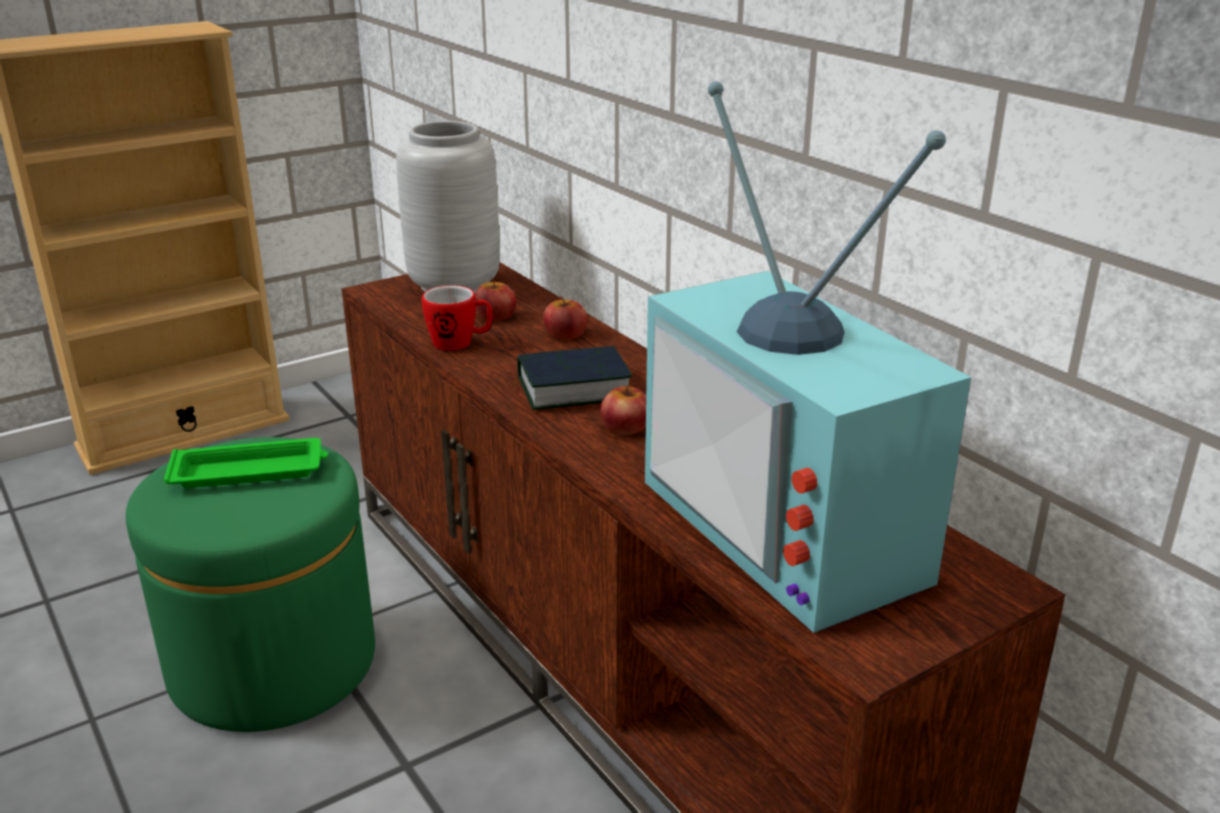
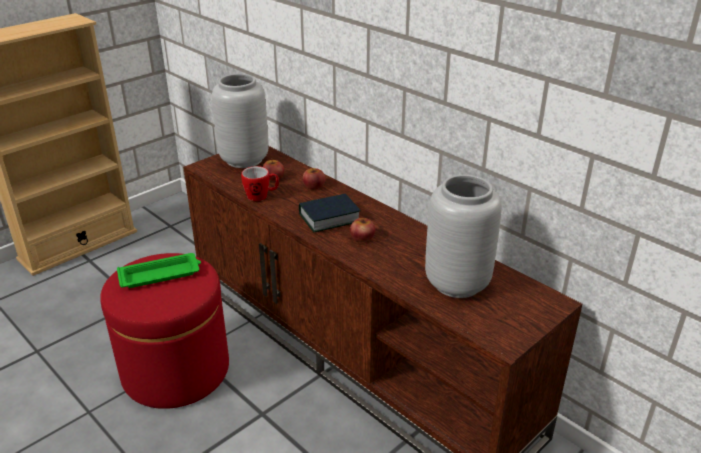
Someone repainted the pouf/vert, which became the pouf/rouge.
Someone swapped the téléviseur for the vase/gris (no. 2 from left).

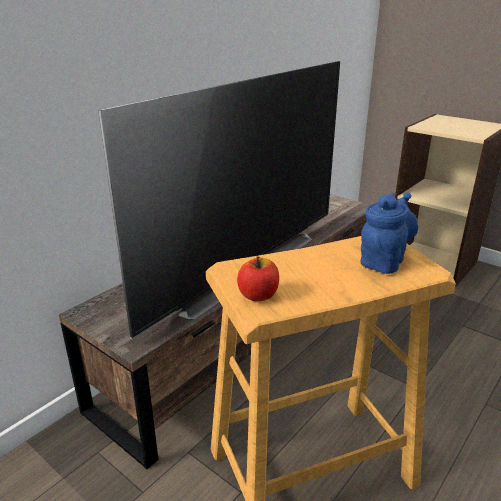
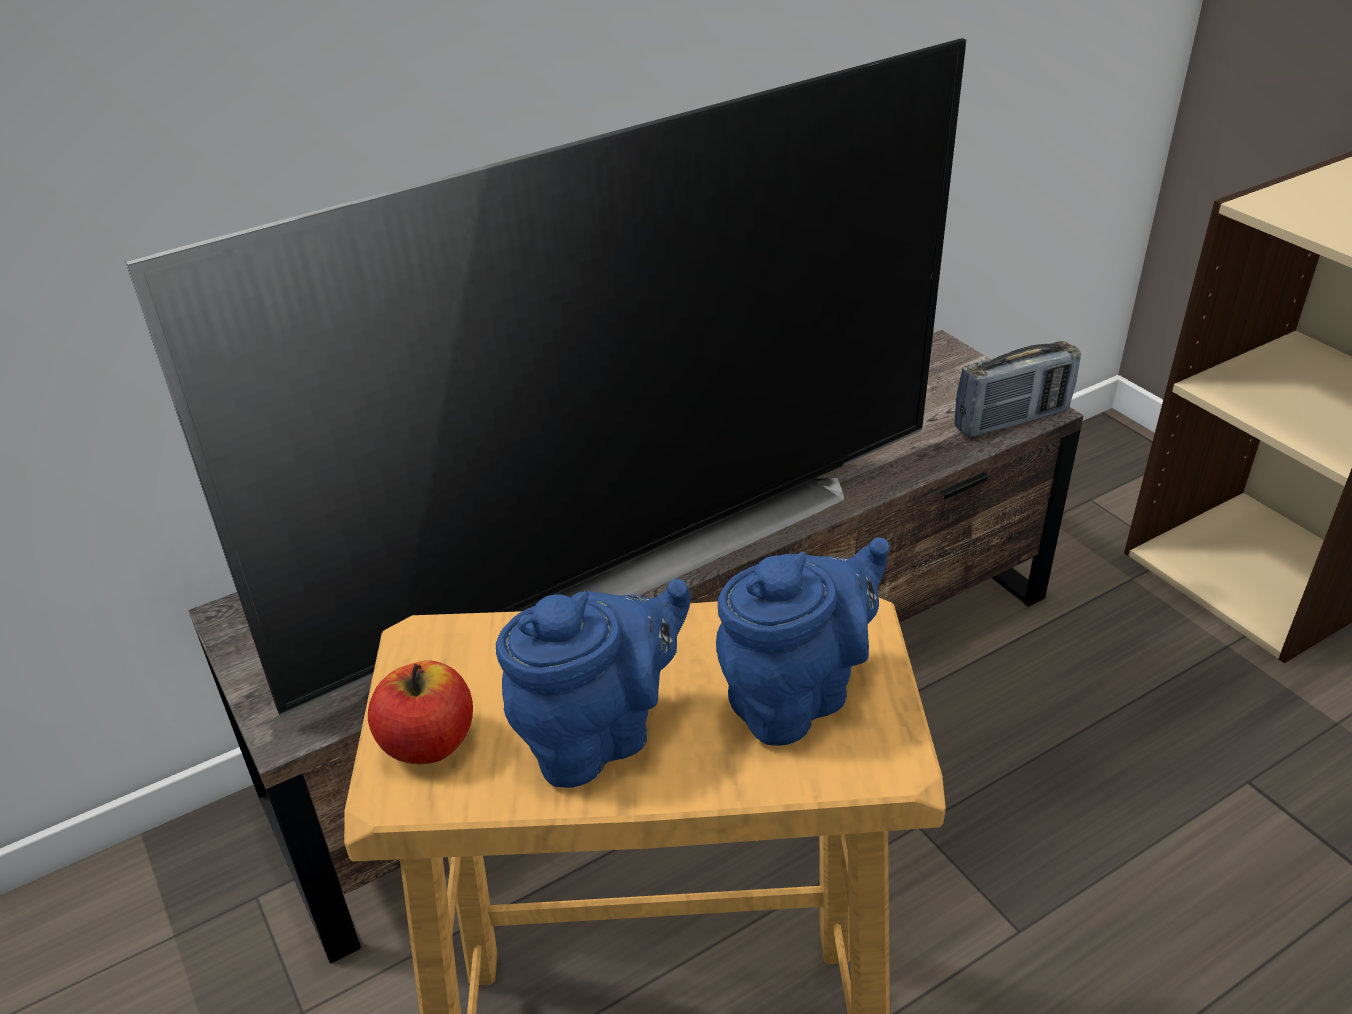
Someone put down the théière/bleu (no. 1 from left).
Someone put down the radio.

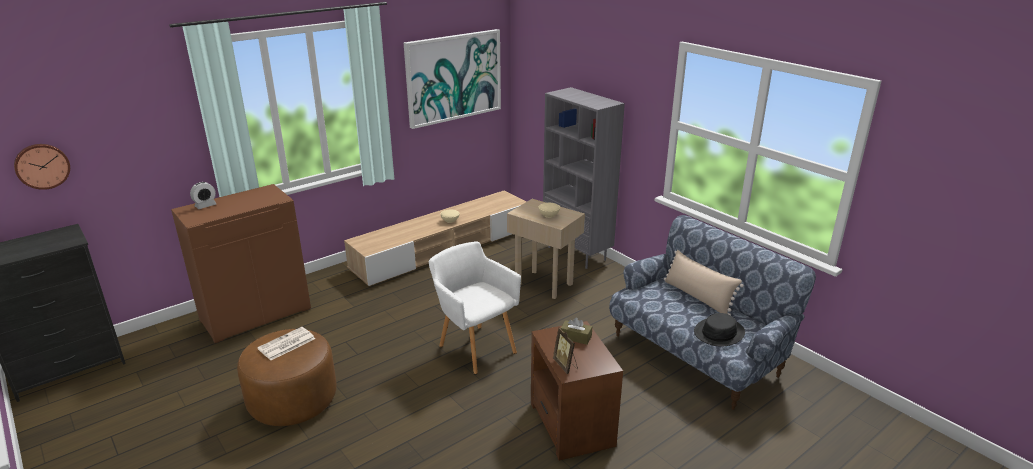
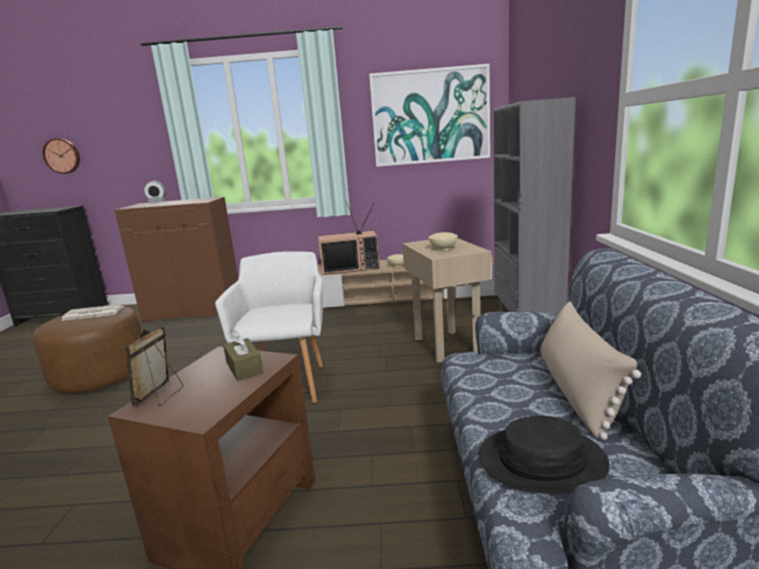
Someone put down the téléviseur.

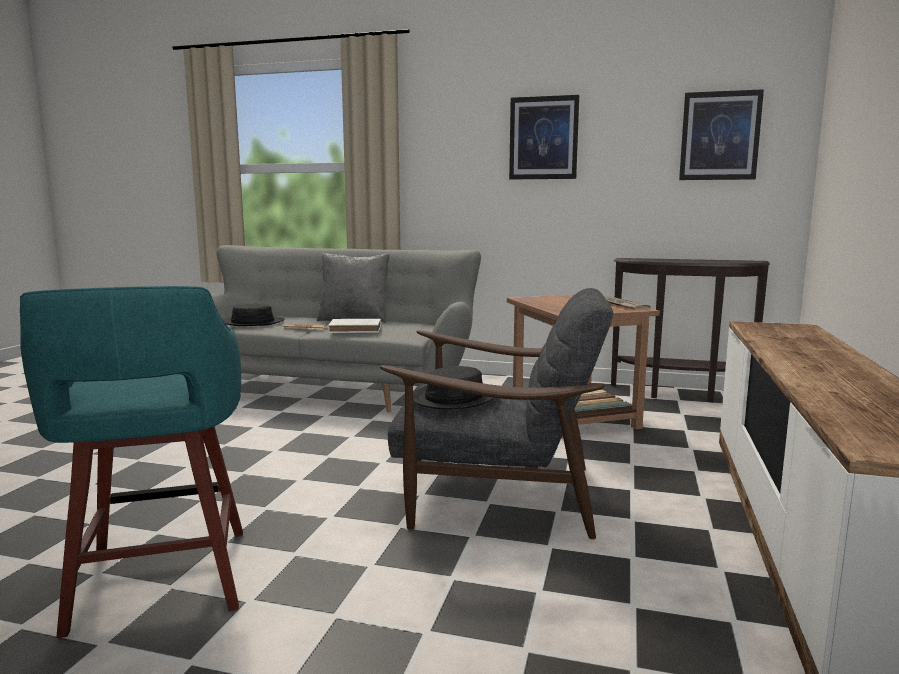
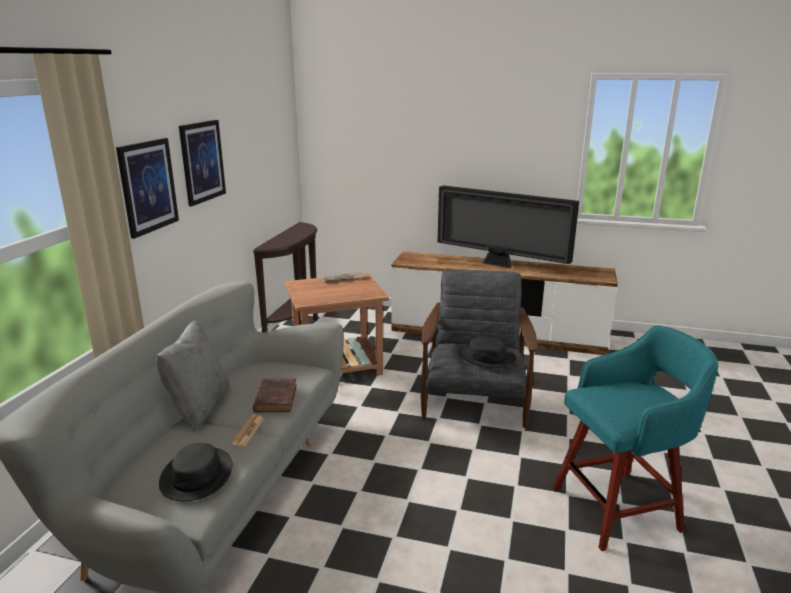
Someone repainted the livre/blanc, which became the livre/marron.
Someone carried the tableau (no. 2 from left in the first image).
Someone put down the téléviseur.

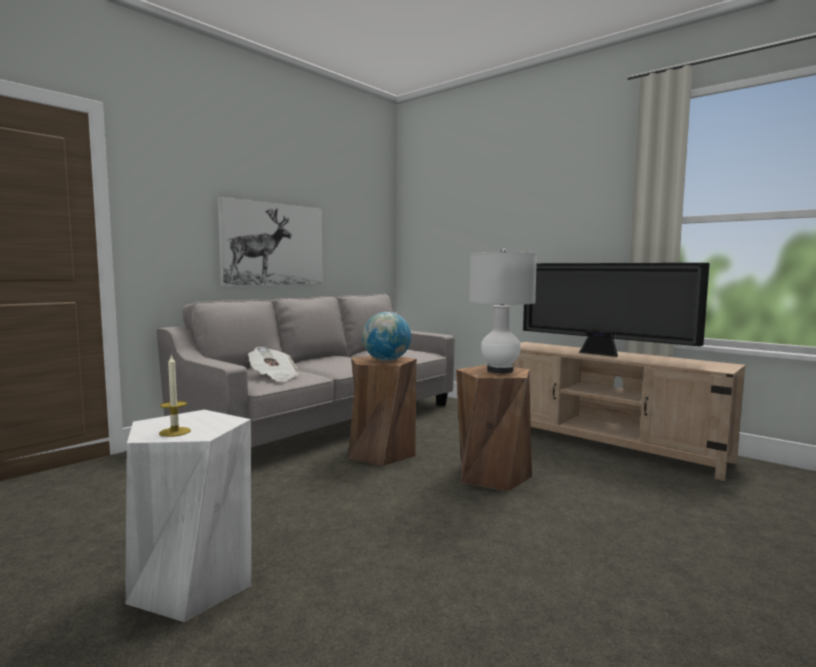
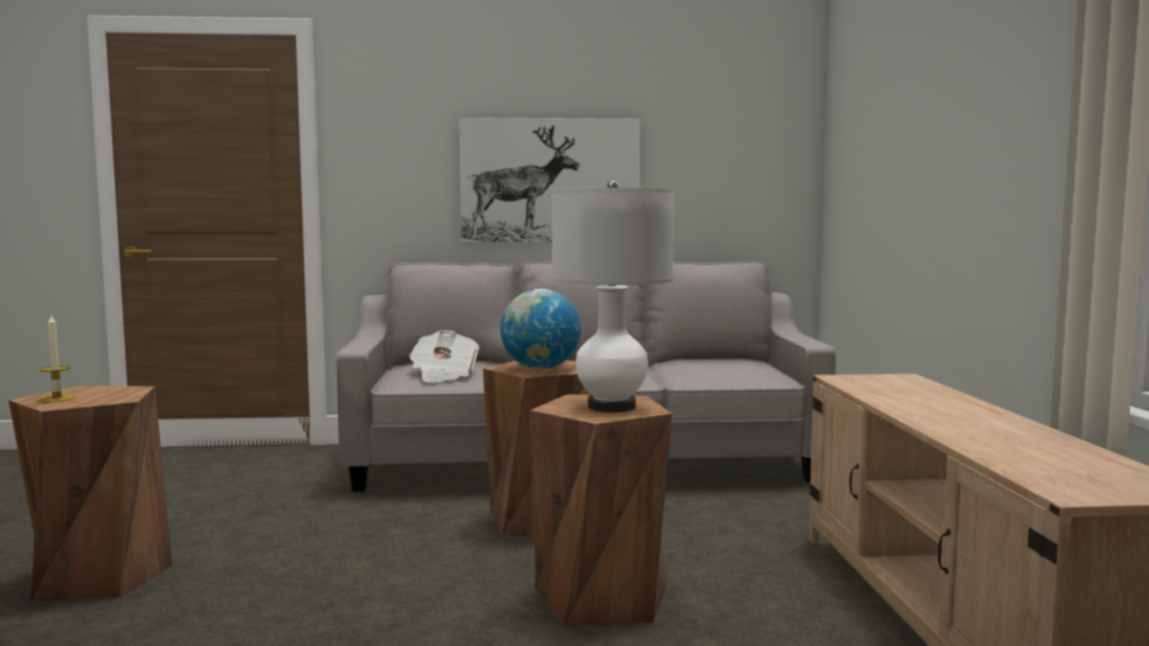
Someone repainted the tabouret/blanc, which became the tabouret/marron (no. 1 from left).
Someone took away the téléviseur.

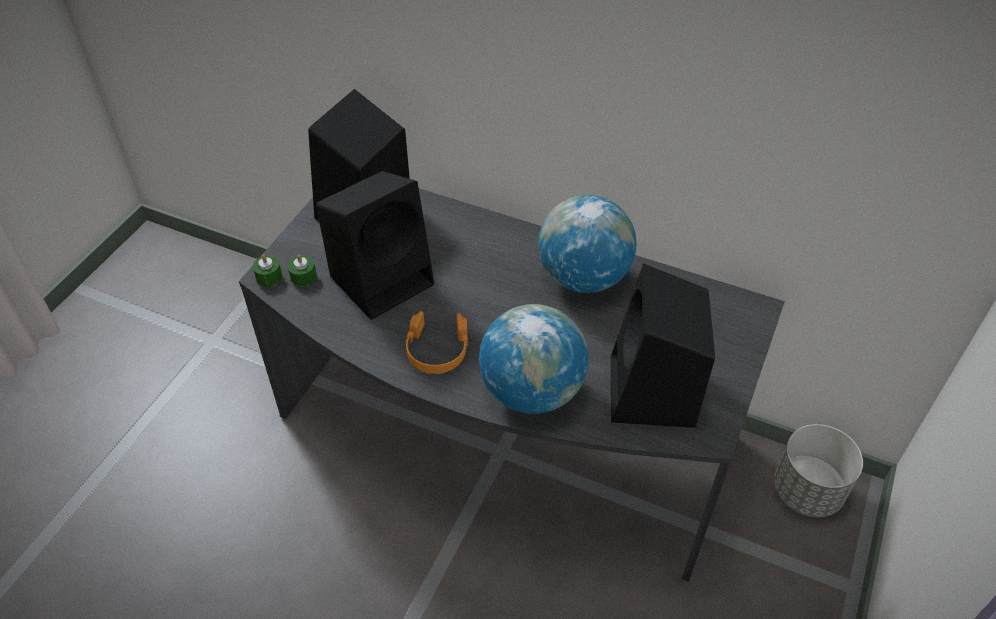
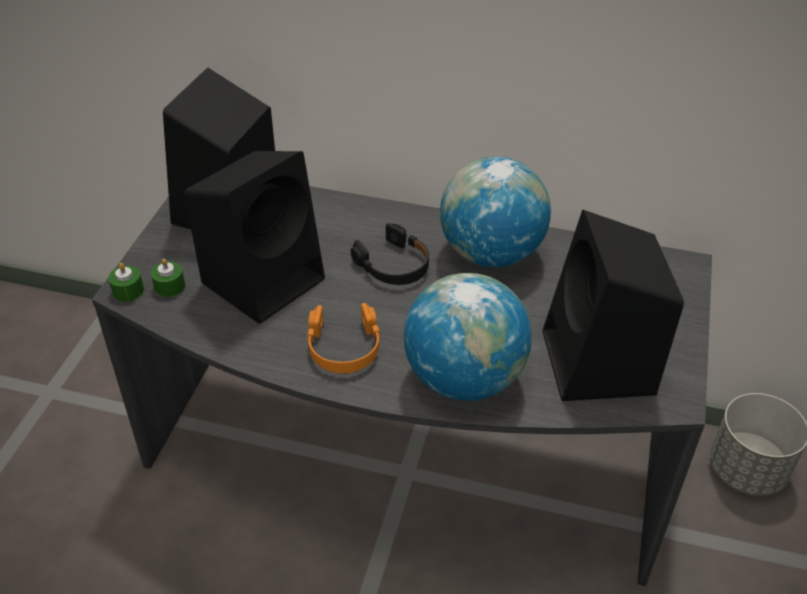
Someone put down the casque audio/noir.

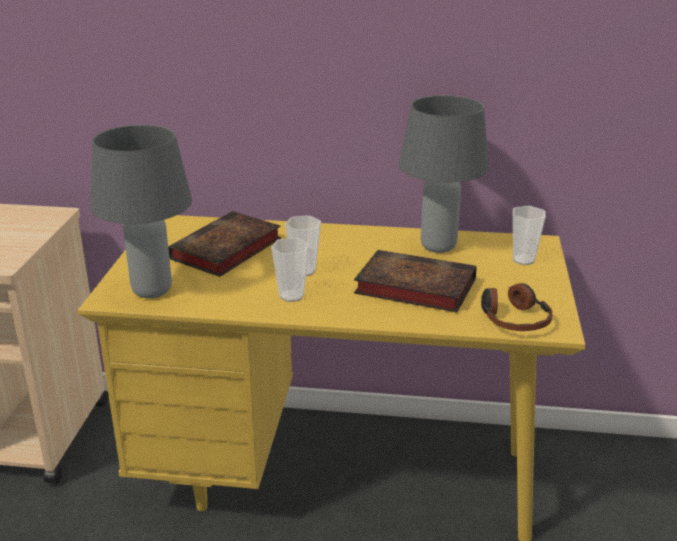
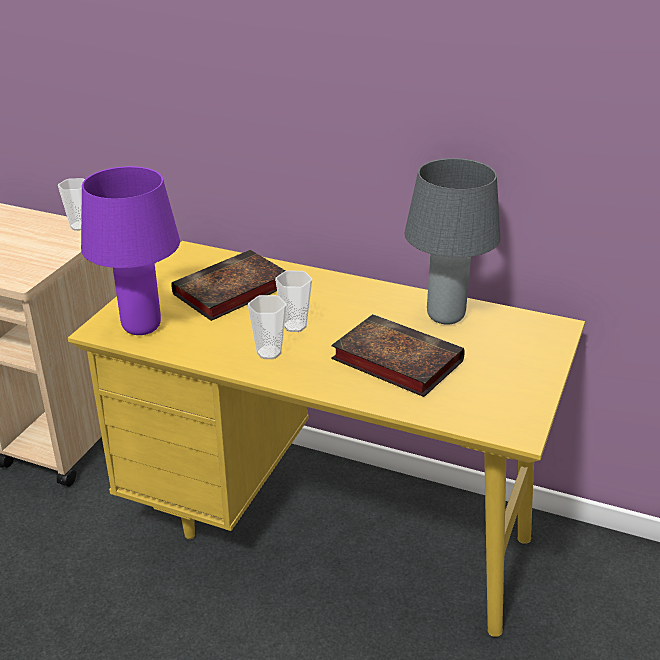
Someone repainted the lampe de table/gris (no. 1 from left), which became the lampe de table/violet.
Someone took away the casque audio.
Someone carried the tasse (no. 3 from left in the first image).

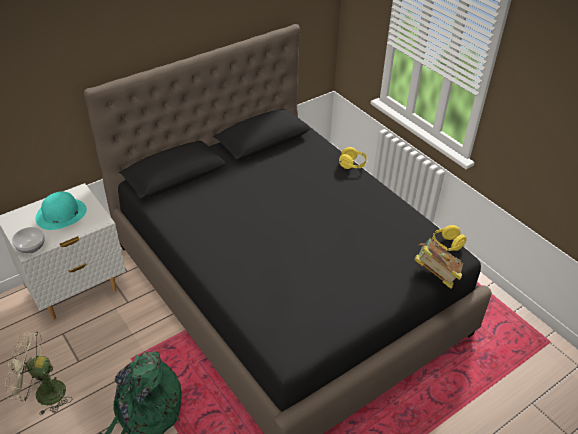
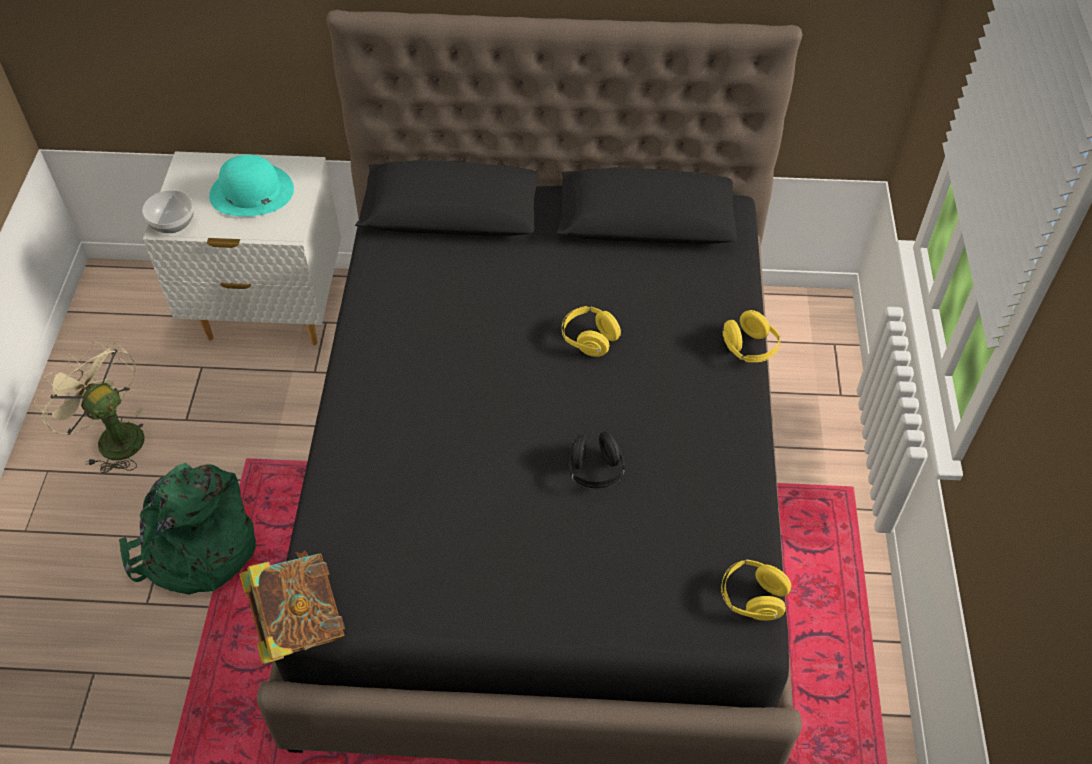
Someone carried the livre.
Someone put down the casque audio/jaune (no. 1 from left).
Someone put down the casque audio/noir.

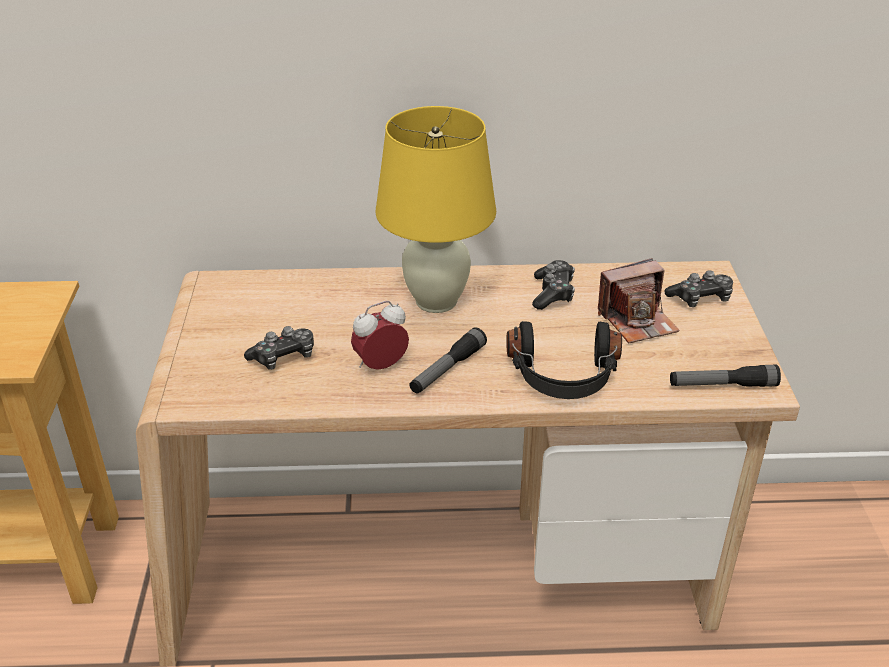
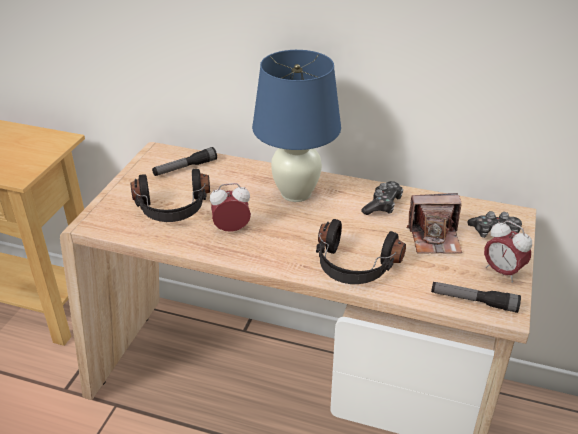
Someone swapped the manette (no. 1 from left) for the casque audio/noir (no. 1 from left).
Someone repainted the lampe de table/jaune, which became the lampe de table/bleu.
Someone carried the lampe de poche (no. 1 from left).
Someone put down the réveil (no. 2 from left).

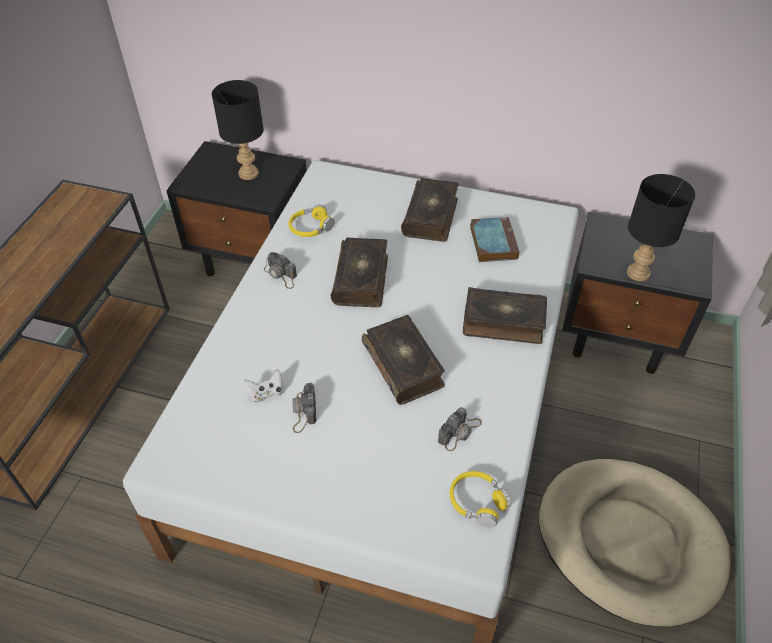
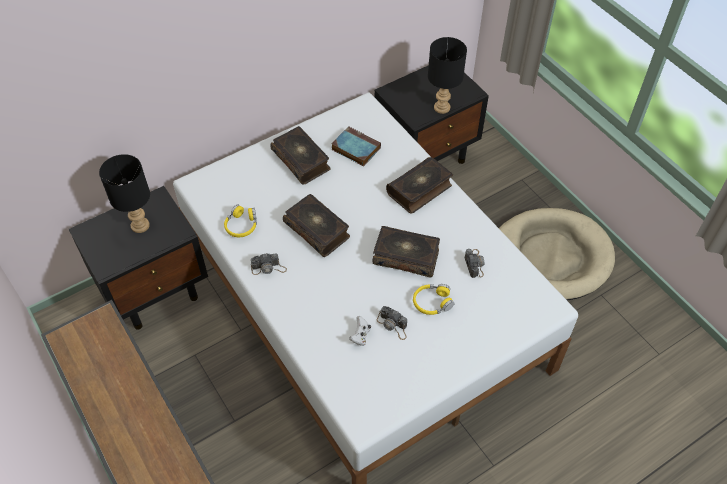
Someone carried the casque audio/jaune (no. 2 from left).

